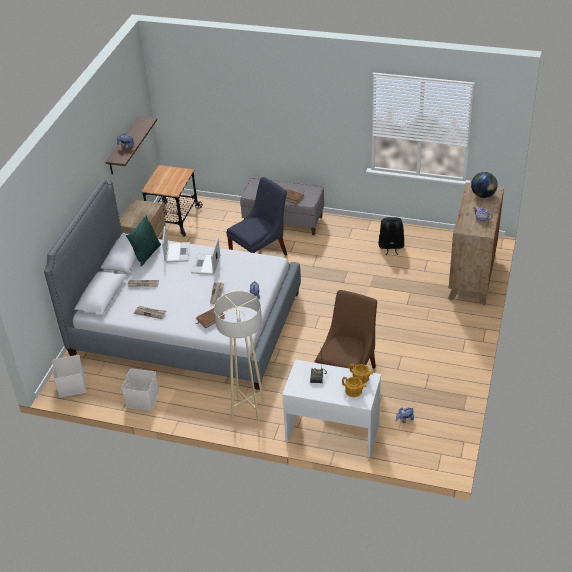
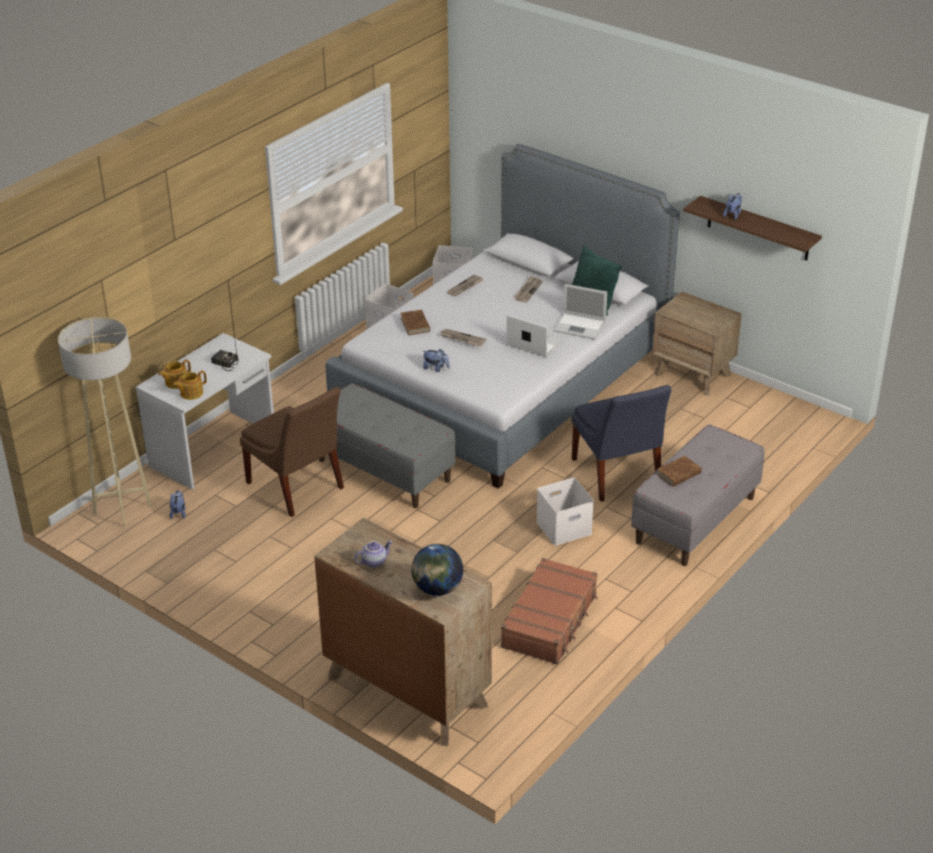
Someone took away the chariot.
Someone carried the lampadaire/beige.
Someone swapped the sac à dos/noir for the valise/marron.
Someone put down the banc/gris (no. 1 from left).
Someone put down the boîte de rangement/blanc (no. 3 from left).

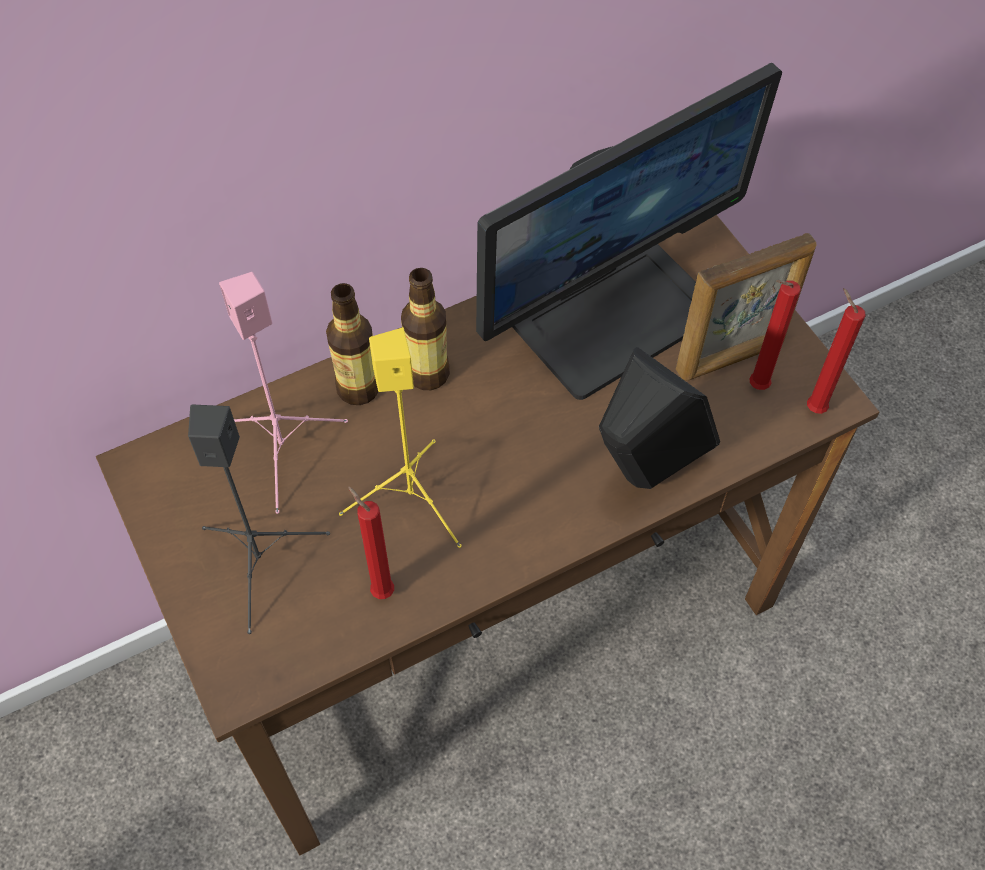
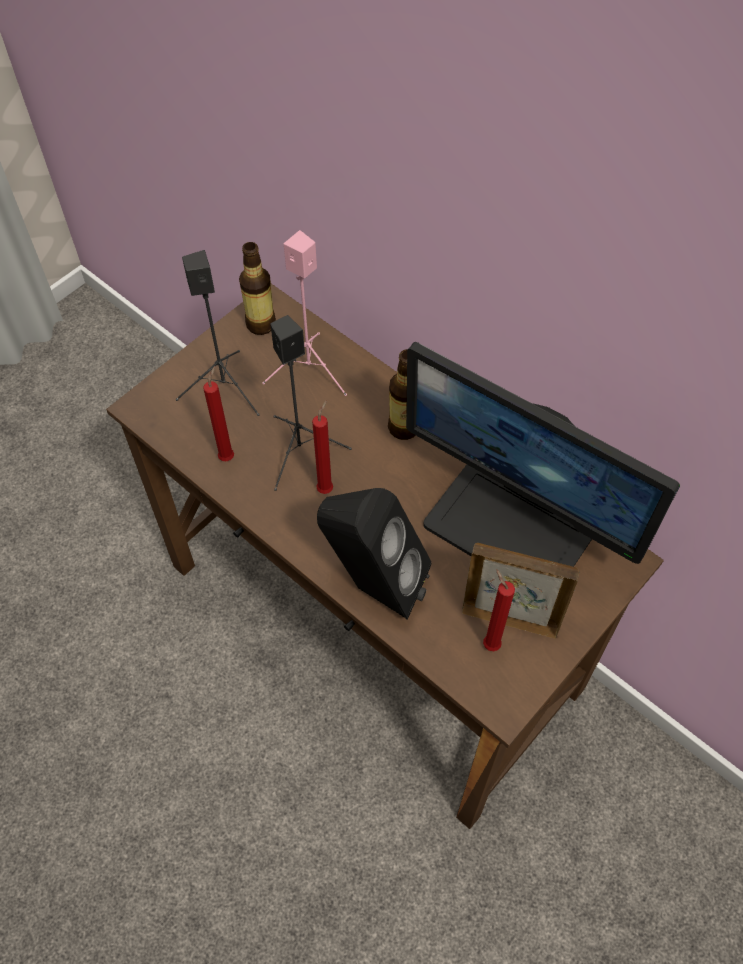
Someone carried the bouteille (no. 1 from left).
Someone repainted the enceinte/jaune, which became the enceinte/noir (no. 2 from left).
Someone rotated the cadre photo by 150 degrees clockwise.
Someone carried the bougie/rouge (no. 3 from left in the first image).

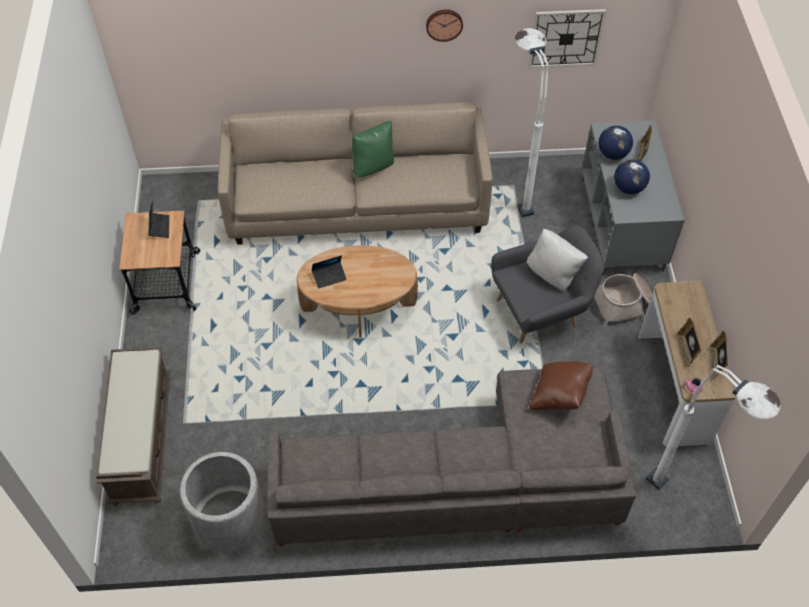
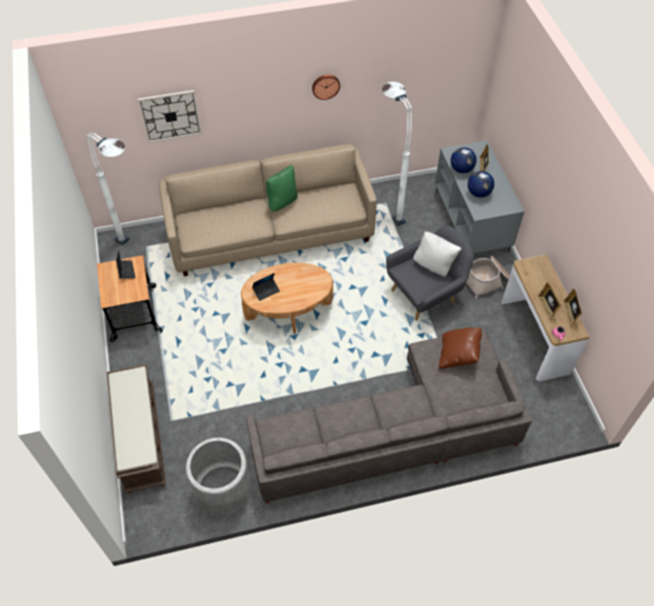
Someone carried the horloge murale (no. 2 from left in the first image).
Someone carried the lampadaire/blanc (no. 2 from left in the first image).

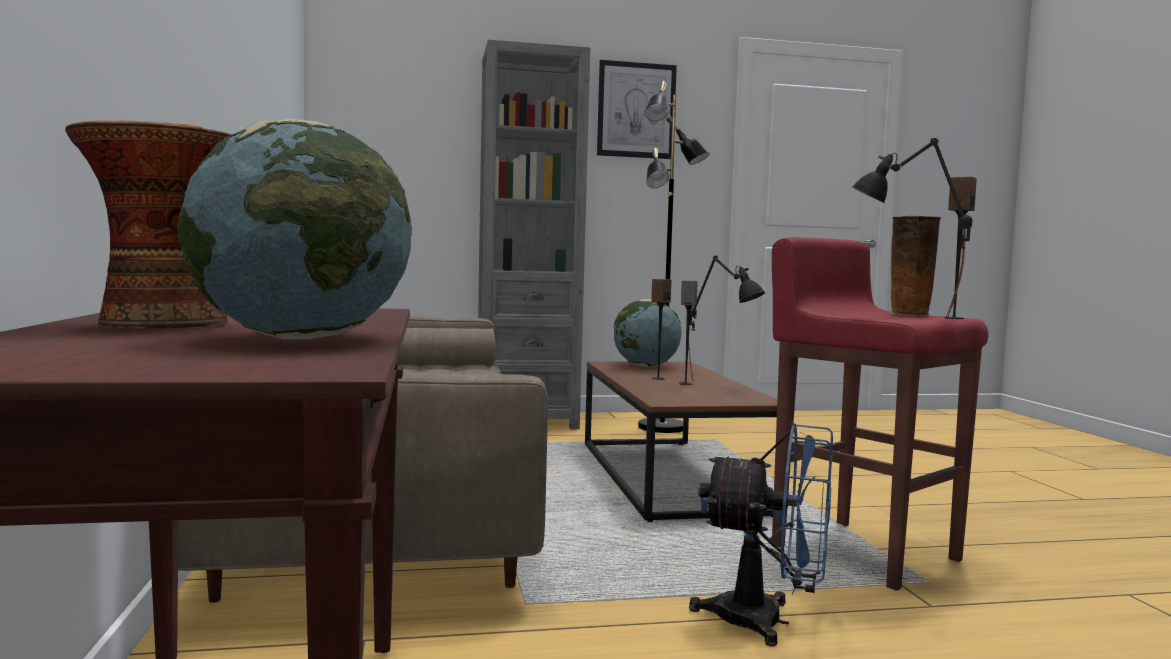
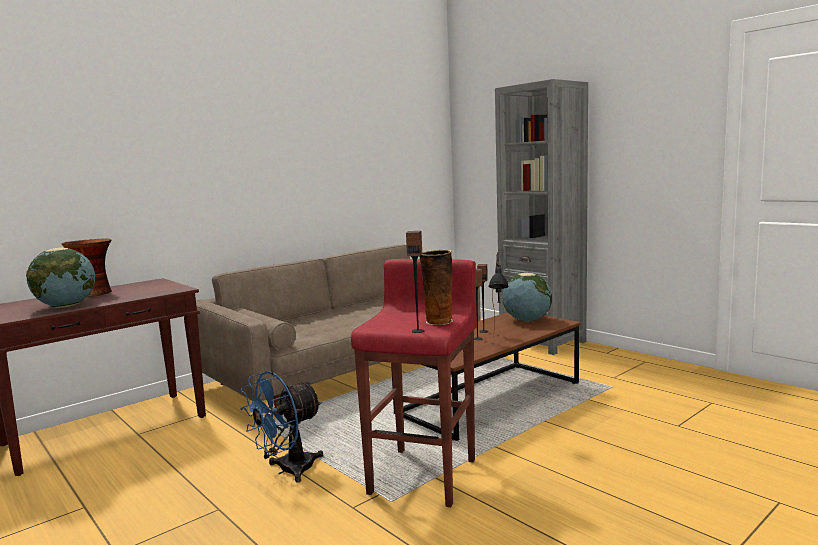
Someone took away the tableau.
Someone took away the lampadaire/noir.
Someone rotated the ventilateur/bleu by 60 degrees clockwise.
Someone took away the lampe de table/noir (no. 2 from left).

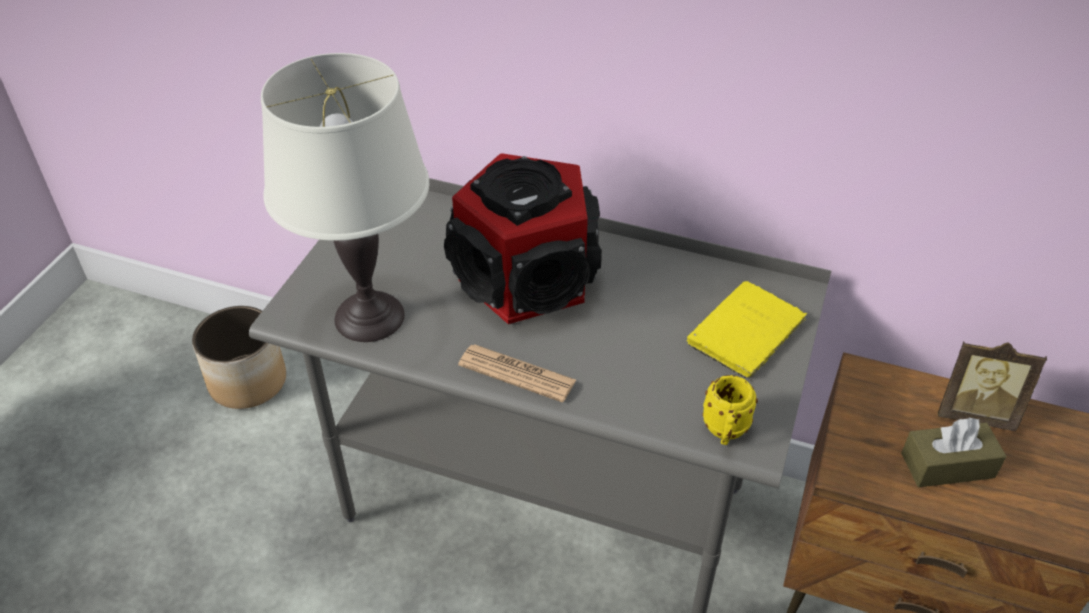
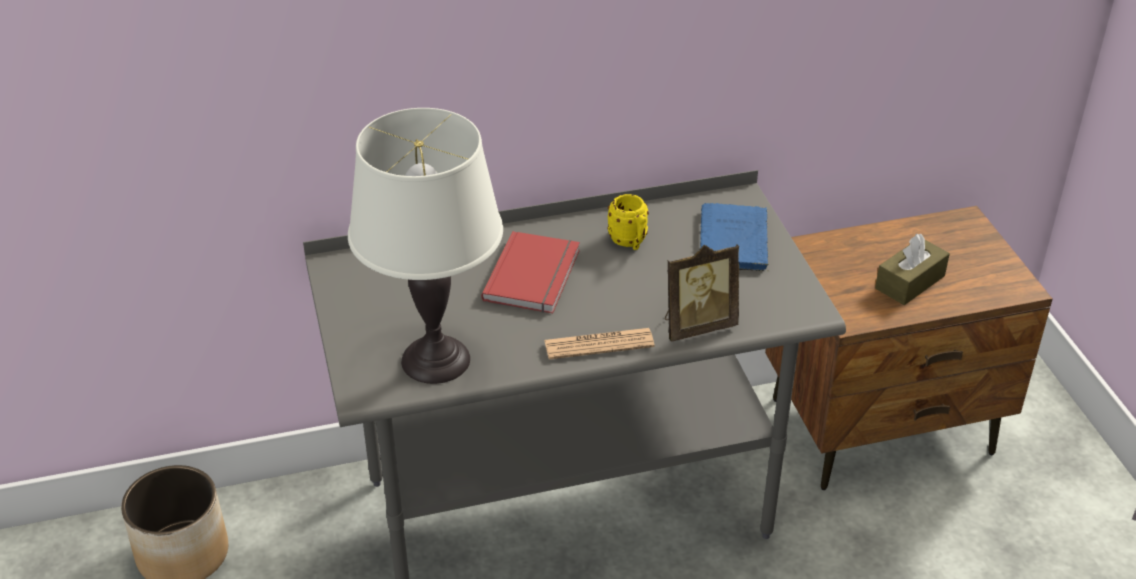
Someone swapped the enceinte for the livre/rouge.
Someone repainted the livre/jaune, which became the livre/bleu.
Someone carried the mug/jaune.
Someone carried the cadre photo.

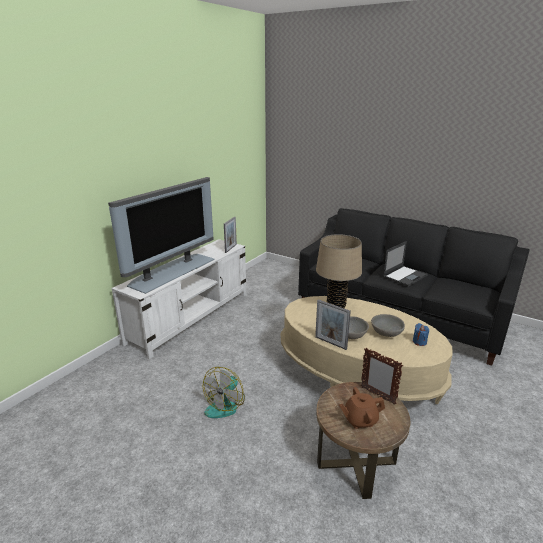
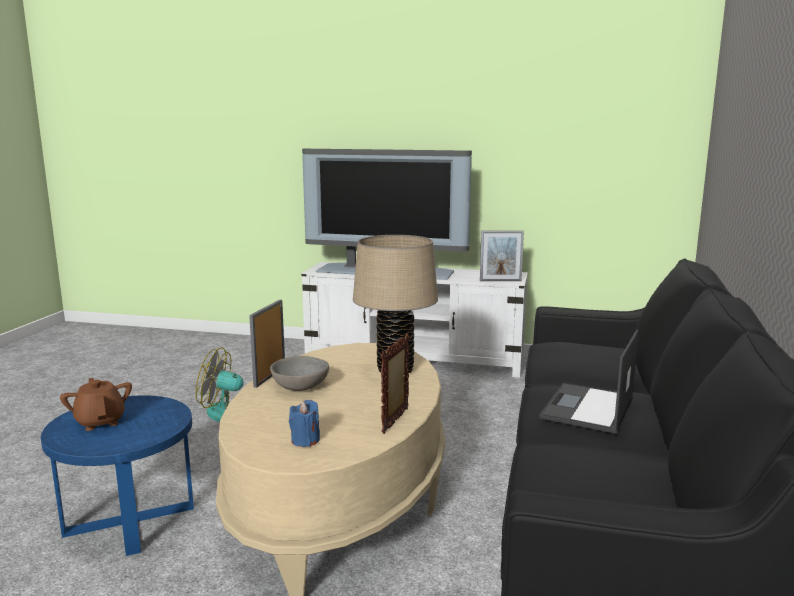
Someone repainted the table d'appoint/marron, which became the table d'appoint/bleu.
Someone carried the cadre photo (no. 3 from left in the first image).
Someone took away the bol/gris (no. 2 from left).
Someone rotated the ordinateur portable by 90 degrees clockwise.

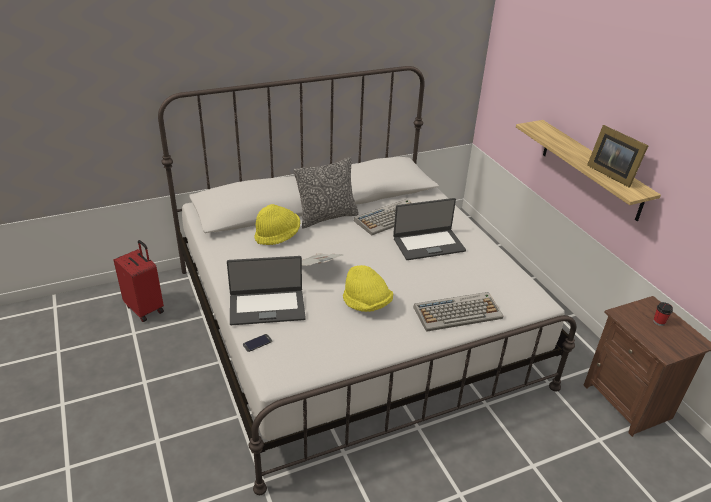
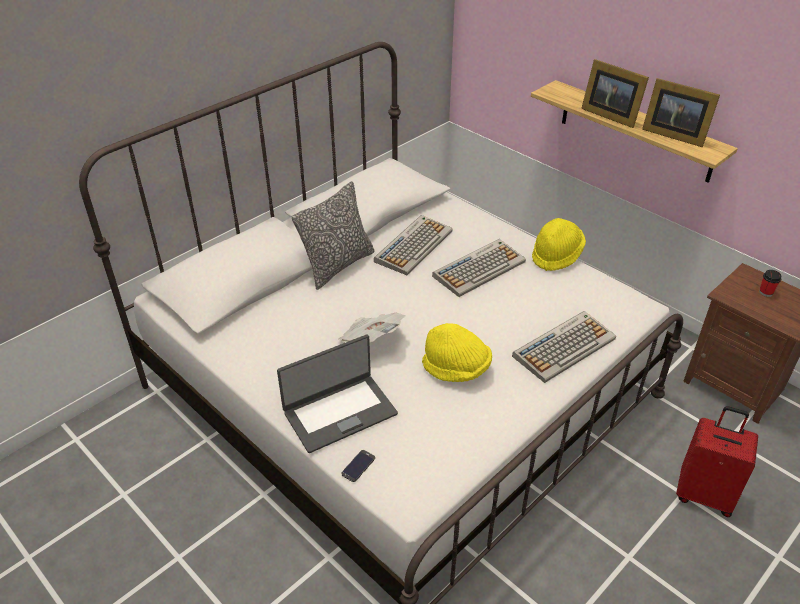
Someone carried the valise/rouge.
Someone carried the chapeau/jaune (no. 1 from left in the first image).
Someone swapped the ordinateur portable (no. 2 from left) for the clavier (no. 2 from left).
Someone put down the cadre photo (no. 1 from left).

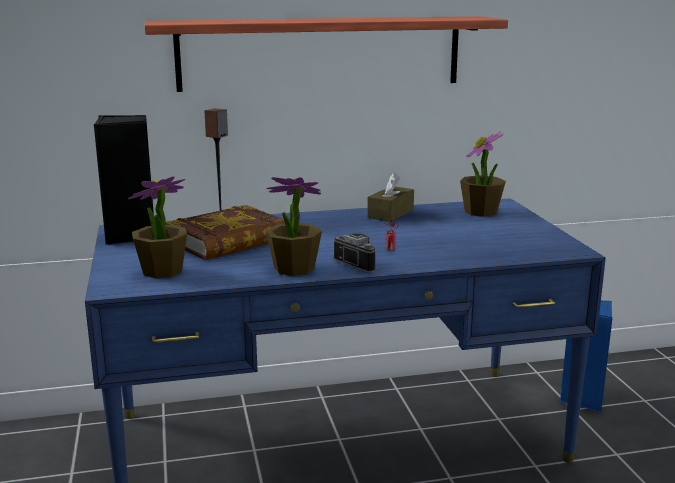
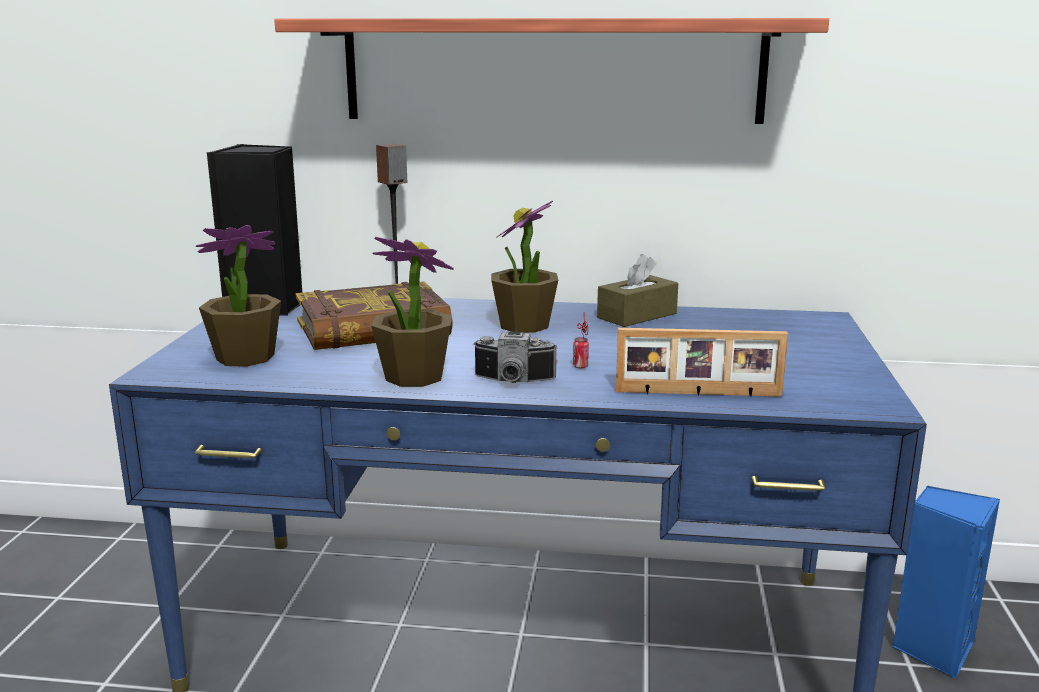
Someone rotated the appareil photo by 120 degrees clockwise.
Someone carried the plante en pot (no. 3 from left).
Someone put down the cadre photo.

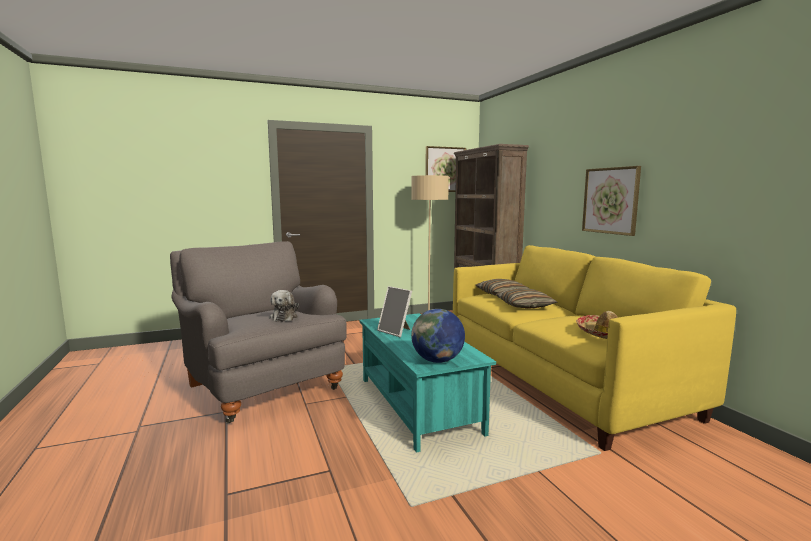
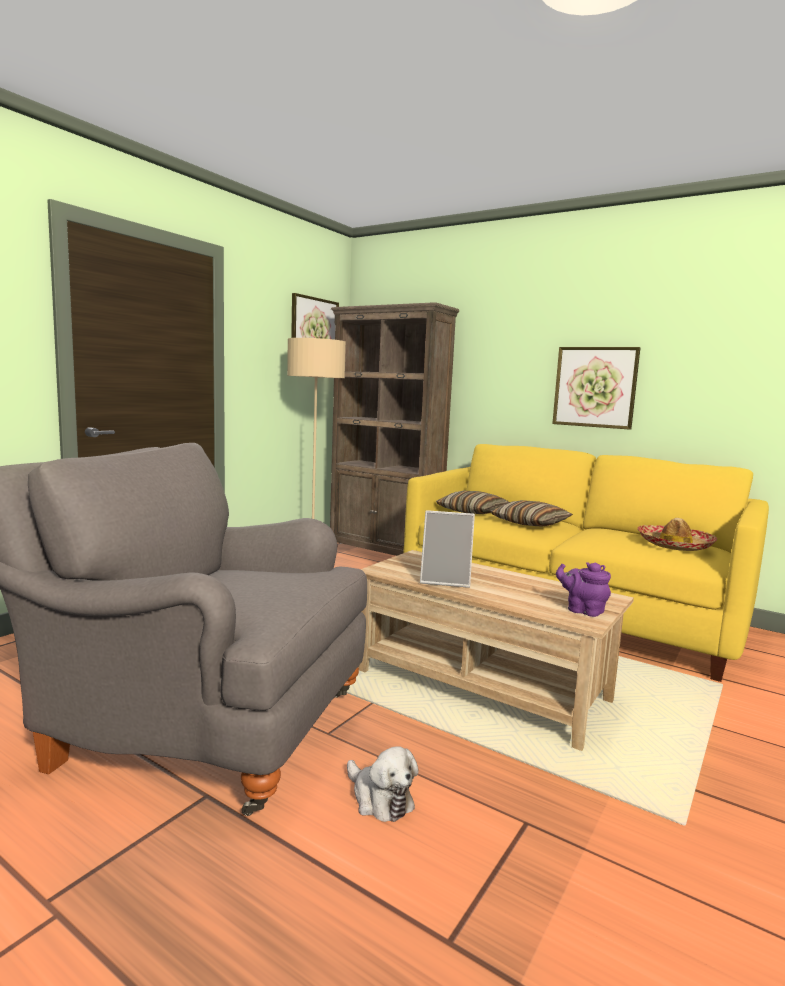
Someone carried the peluche.
Someone repainted the table basse/turquoise, which became the table basse/beige.
Someone swapped the globe for the théière/violet.

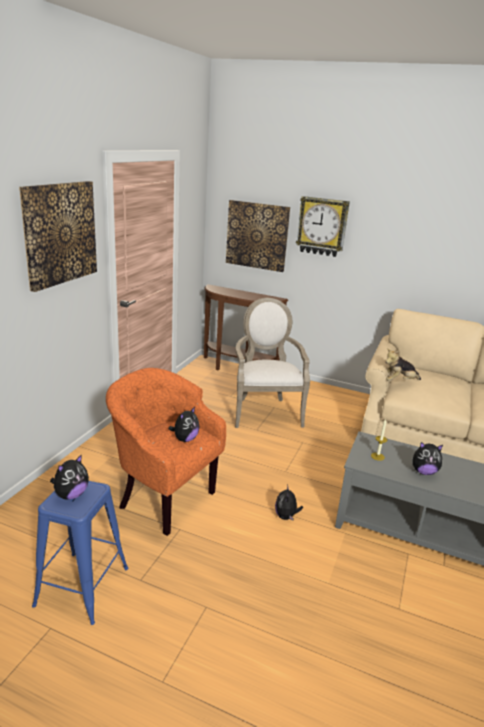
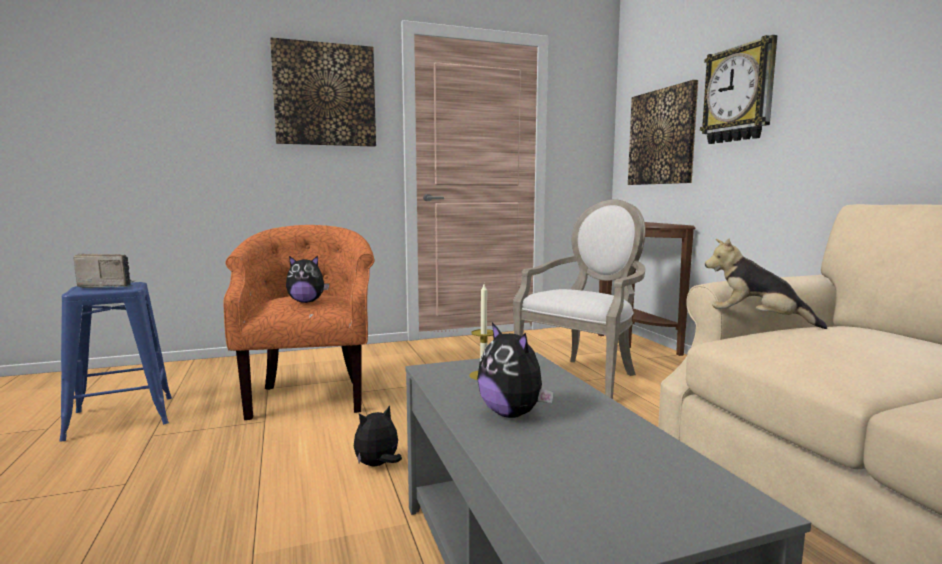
Someone swapped the peluche (no. 1 from left) for the radio.

